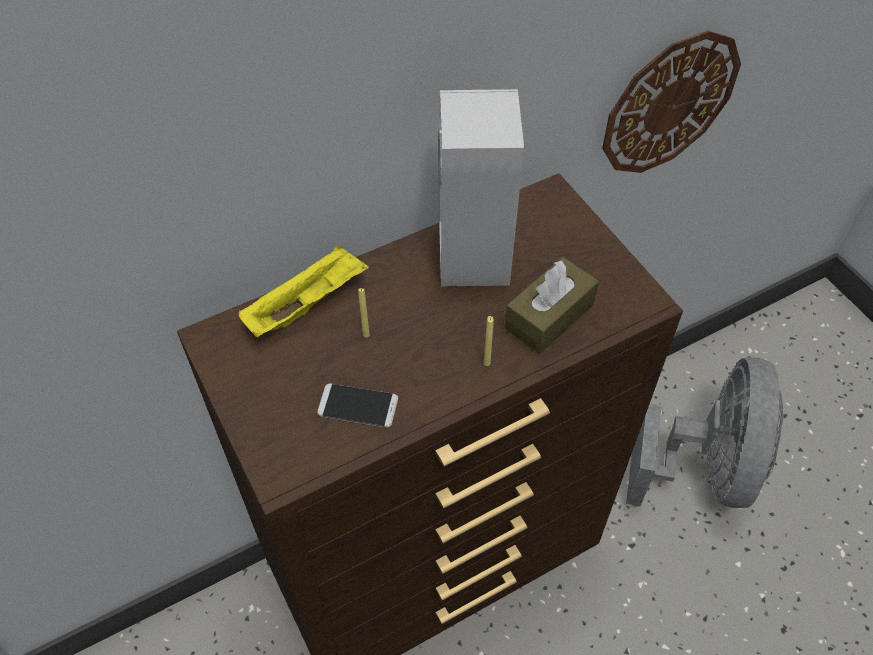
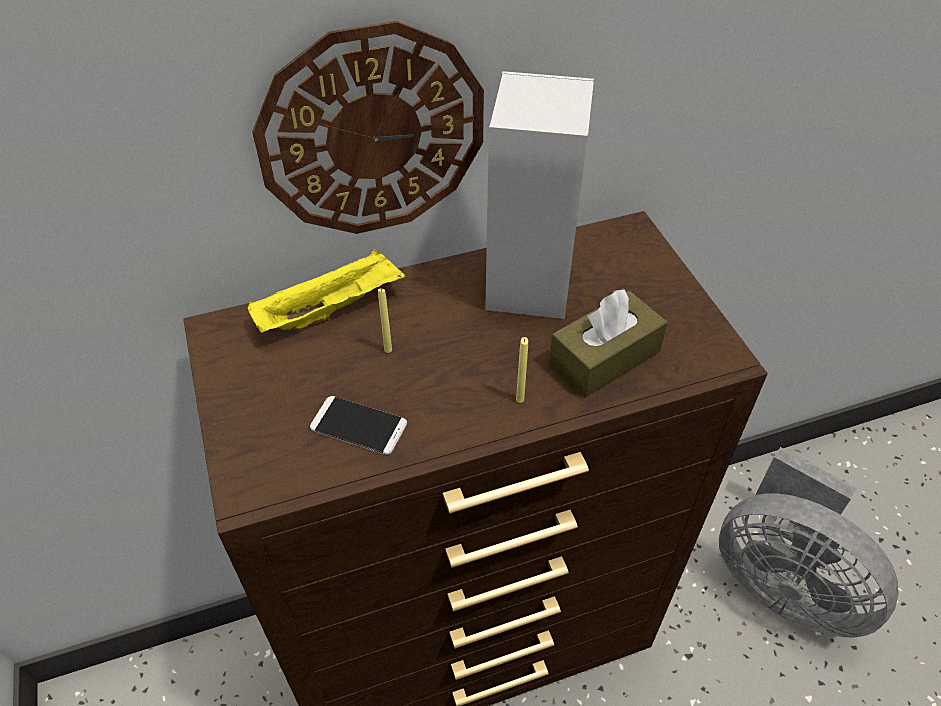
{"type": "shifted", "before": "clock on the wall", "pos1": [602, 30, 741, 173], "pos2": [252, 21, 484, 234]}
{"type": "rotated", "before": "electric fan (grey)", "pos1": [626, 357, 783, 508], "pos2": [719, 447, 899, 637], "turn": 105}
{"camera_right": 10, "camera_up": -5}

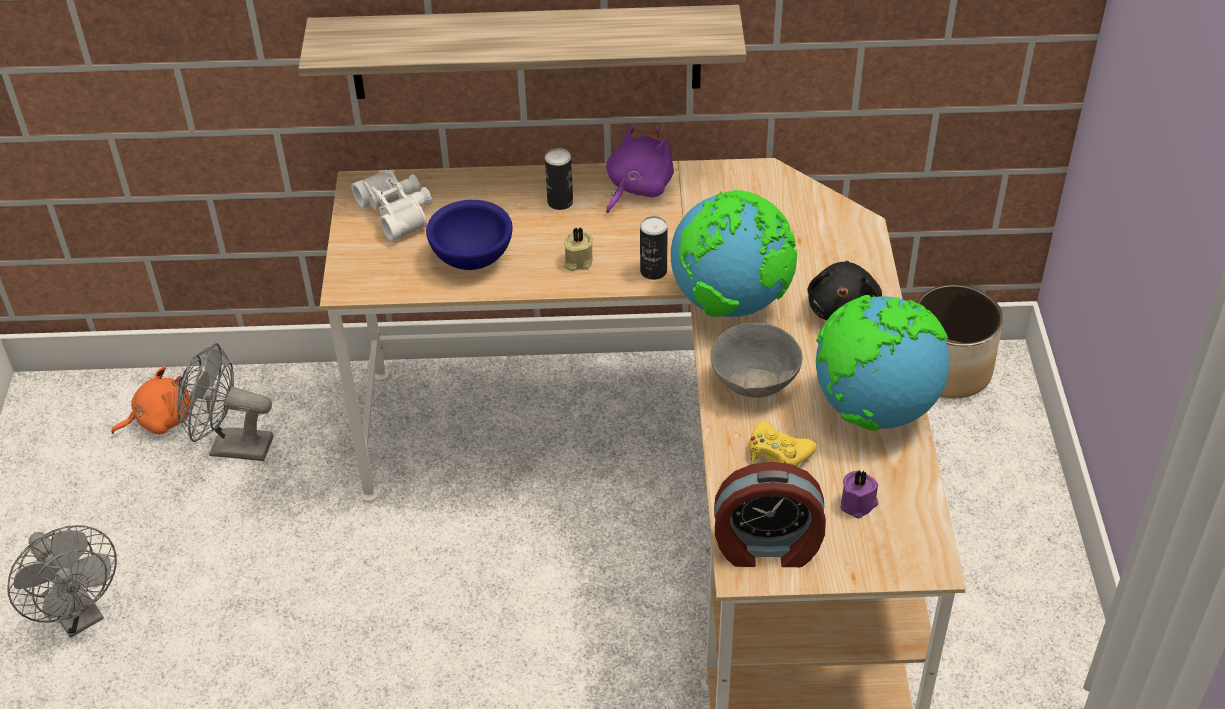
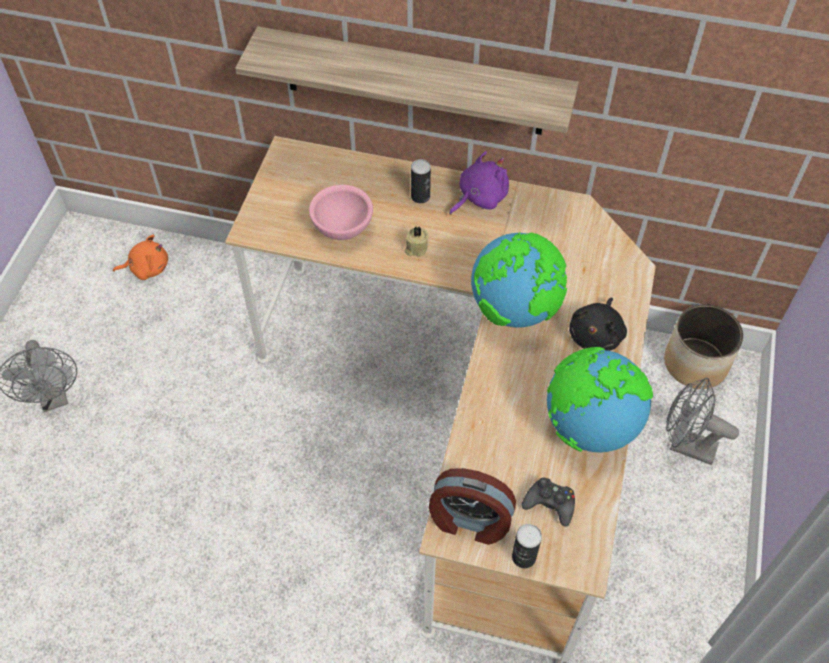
{"type": "shifted", "before": "electric fan (grey)", "pos1": [177, 343, 273, 461], "pos2": [666, 378, 739, 465]}
{"type": "gone", "before": "binoculars (whitish)", "pos1": [352, 170, 432, 242]}
{"type": "repainted", "before": "serving bowl (blue)", "after": "serving bowl (pink)", "pos1": [426, 200, 513, 270], "pos2": [309, 185, 373, 240]}
{"type": "shifted", "before": "metal can", "pos1": [640, 216, 668, 280], "pos2": [512, 524, 542, 568]}
{"type": "gone", "before": "serving bowl (grey)", "pos1": [710, 323, 802, 398]}
{"type": "gone", "before": "gamepad (yellowish)", "pos1": [749, 421, 817, 467]}
{"type": "swapped", "before": "wax light (purplish)", "after": "gamepad (black-coloured)", "pos1": [841, 471, 878, 518], "pos2": [522, 478, 575, 527]}
{"camera_right": 15, "camera_up": 10}

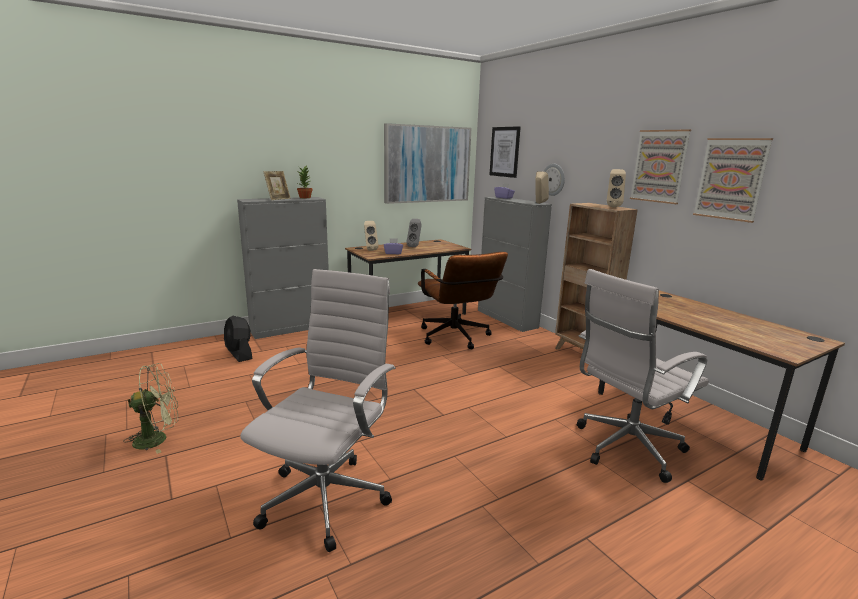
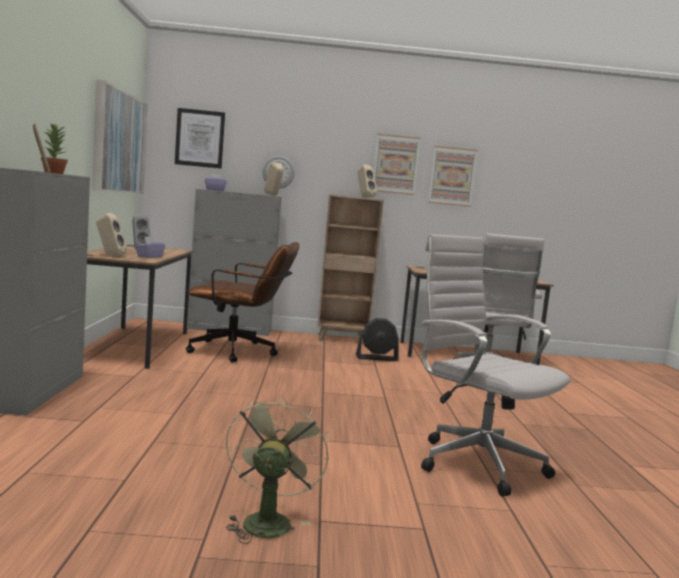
{"type": "shifted", "before": "electric fan (black-coloured)", "pos1": [224, 315, 253, 362], "pos2": [356, 318, 399, 361]}
{"camera_right": -60, "camera_up": -10}

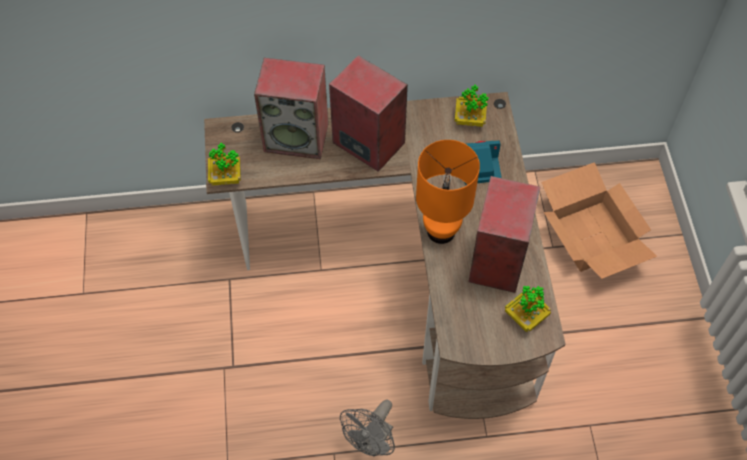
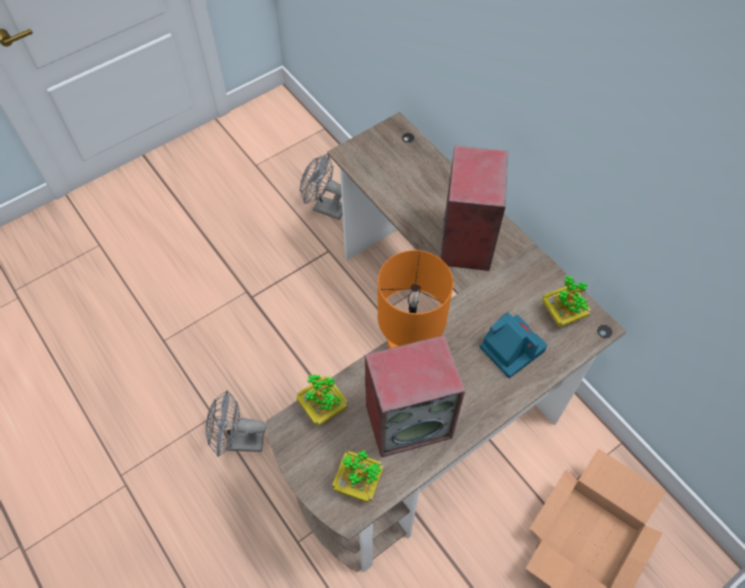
{"type": "shifted", "before": "plant in a pot", "pos1": [208, 143, 241, 186], "pos2": [296, 374, 348, 426]}
{"type": "gone", "before": "audio speaker", "pos1": [254, 58, 328, 159]}
{"type": "new", "after": "electric fan (grey)", "pos2": [300, 154, 343, 220]}
{"camera_right": 60, "camera_up": 0}

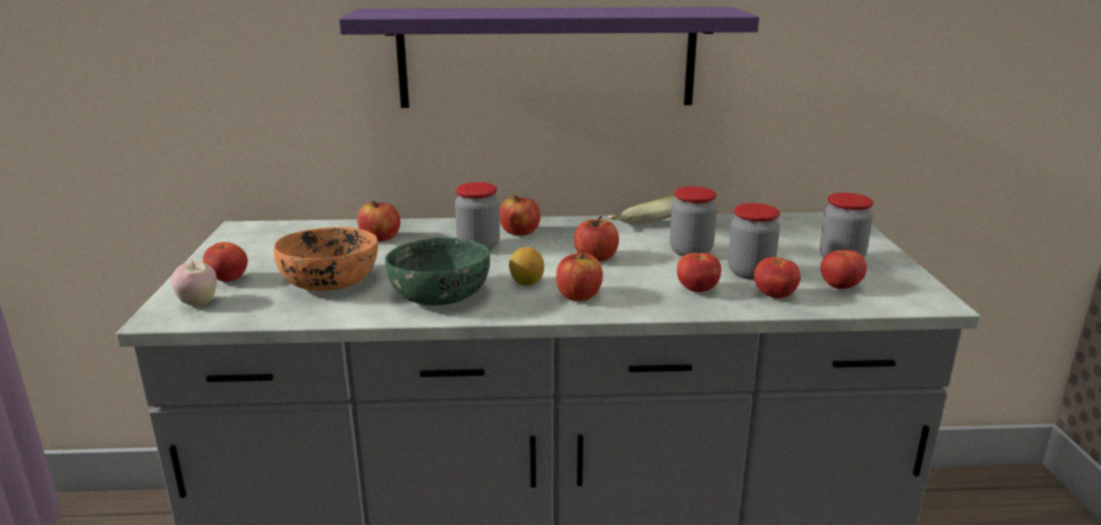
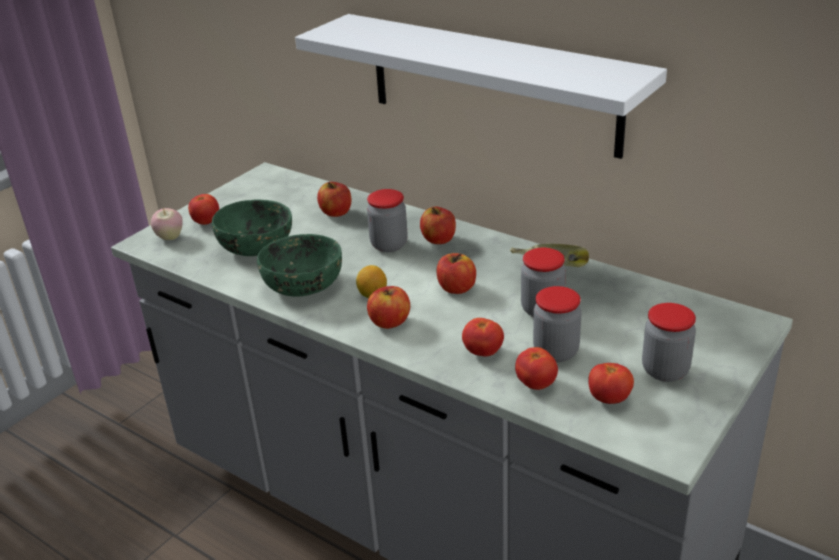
{"type": "repainted", "before": "serving bowl (orangey)", "after": "serving bowl (greenish)", "pos1": [274, 227, 378, 291], "pos2": [212, 199, 292, 256]}
{"type": "repainted", "before": "bracket shelf (purplish)", "after": "bracket shelf (whitish)", "pos1": [339, 7, 759, 108], "pos2": [295, 14, 667, 159]}
{"camera_right": 40, "camera_up": 10}

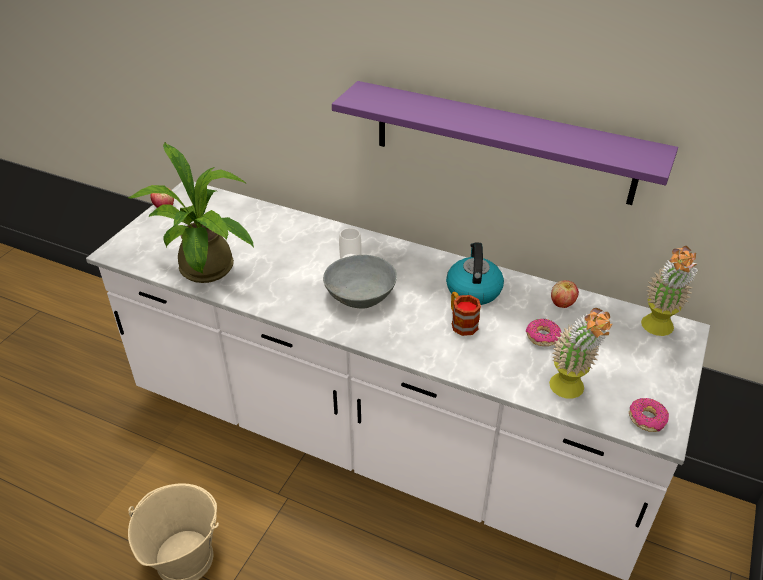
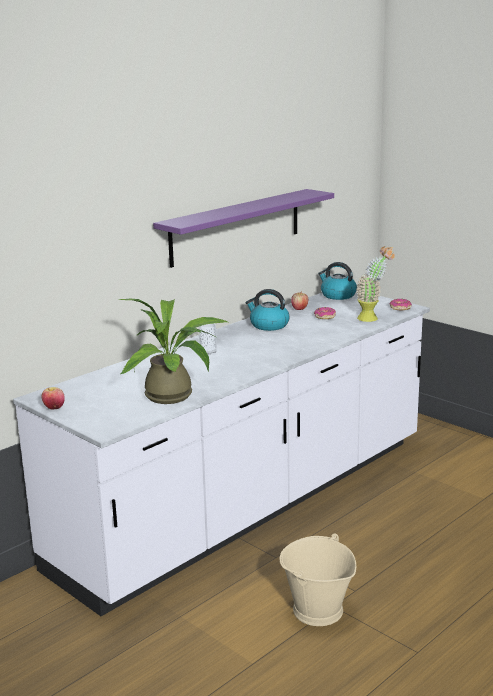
{"type": "gone", "before": "serving bowl (grey)", "pos1": [323, 255, 397, 309]}
{"type": "gone", "before": "tea mug", "pos1": [451, 292, 481, 336]}
{"type": "swapped", "before": "plant in a pot", "after": "kettle", "pos1": [641, 246, 699, 336], "pos2": [318, 262, 357, 300]}
{"camera_right": -70, "camera_up": -20}

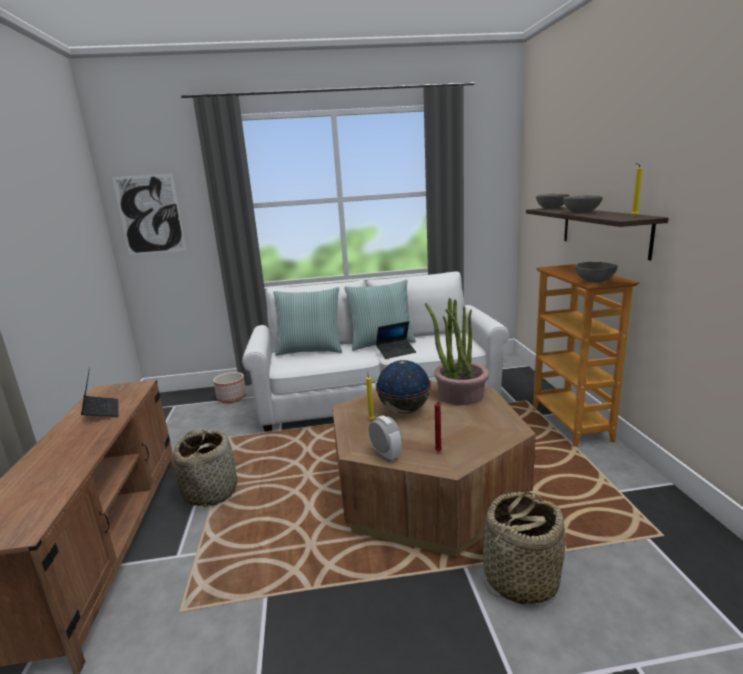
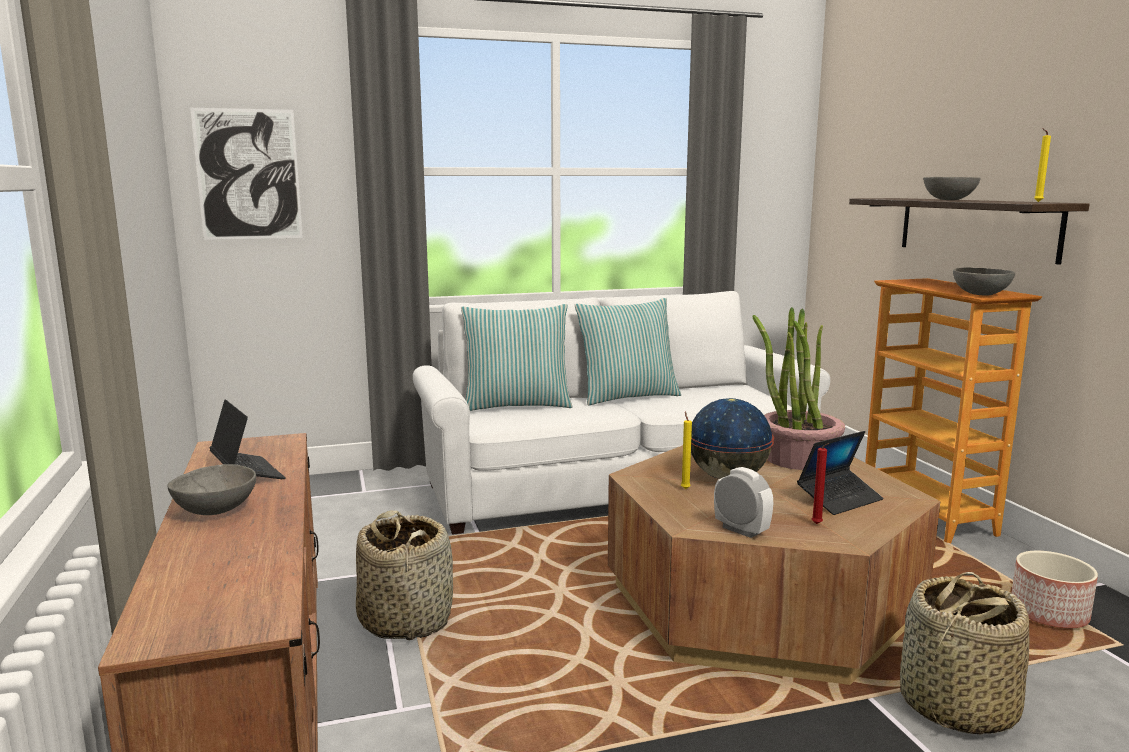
{"type": "shifted", "before": "plant pot", "pos1": [213, 372, 246, 403], "pos2": [1012, 551, 1098, 628]}
{"type": "shifted", "before": "portable computer", "pos1": [376, 321, 416, 359], "pos2": [797, 431, 884, 515]}
{"type": "shifted", "before": "serving bowl (grey)", "pos1": [536, 194, 570, 209], "pos2": [167, 464, 256, 515]}
{"camera_right": -10, "camera_up": -5}

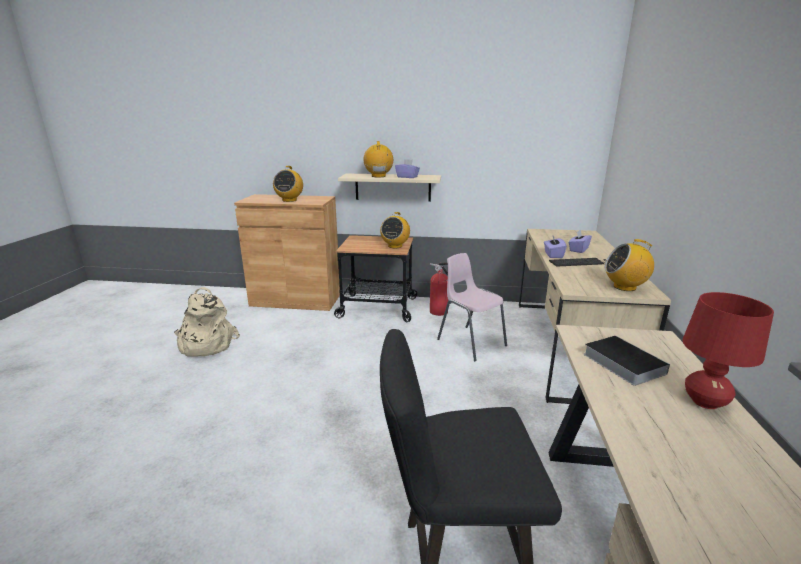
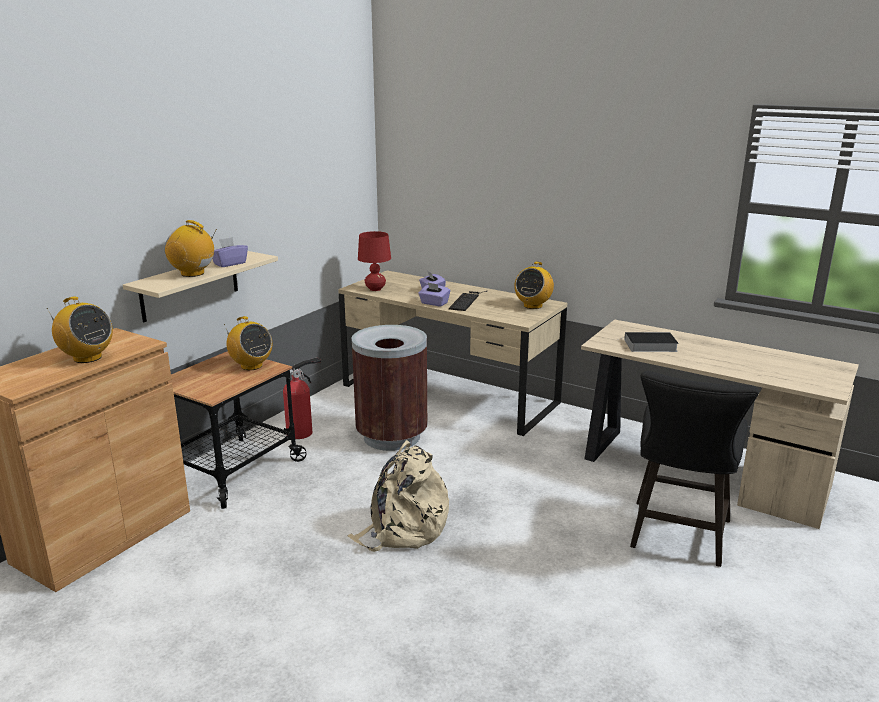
{"type": "shifted", "before": "knapsack (beige)", "pos1": [174, 287, 240, 357], "pos2": [348, 440, 449, 552]}
{"type": "swapped", "before": "upright chair (pink)", "after": "rubbish bin (brown)", "pos1": [437, 253, 507, 361], "pos2": [352, 325, 428, 451]}
{"type": "shifted", "before": "tabletop lamp (reddish)", "pos1": [682, 292, 774, 409], "pos2": [358, 231, 391, 291]}
{"camera_right": -65, "camera_up": 0}

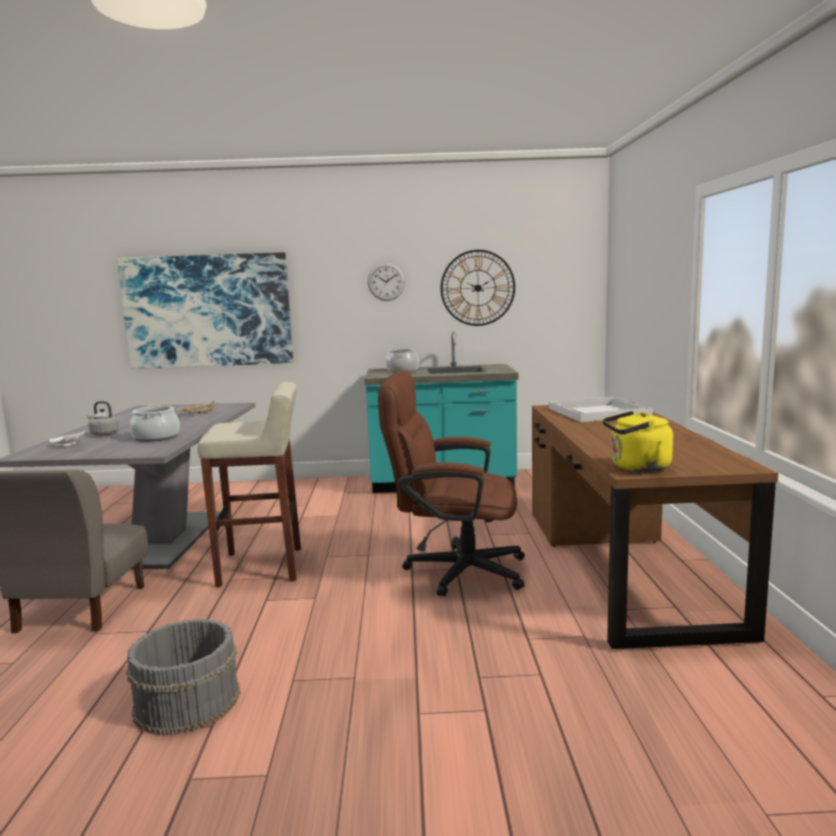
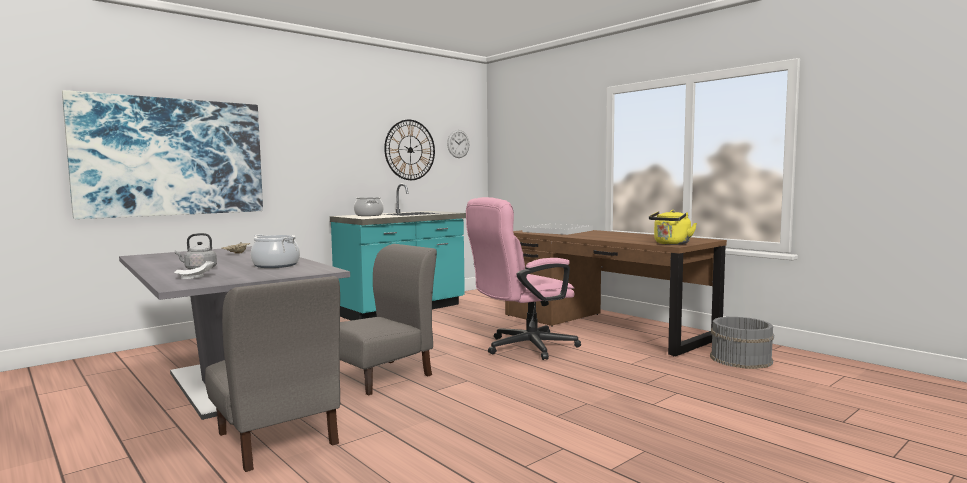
{"type": "shifted", "before": "bucket (grey)", "pos1": [127, 618, 240, 735], "pos2": [710, 317, 774, 369]}
{"type": "swapped", "before": "stool seat (beige)", "after": "upright chair (grey)", "pos1": [197, 382, 301, 587], "pos2": [340, 244, 437, 395]}
{"type": "shifted", "before": "clock on the wall", "pos1": [368, 263, 405, 301], "pos2": [447, 130, 470, 158]}
{"type": "repainted", "before": "computer chair (brown)", "after": "computer chair (pink)", "pos1": [378, 371, 525, 597], "pos2": [466, 197, 581, 360]}
{"camera_right": -40, "camera_up": -5}

